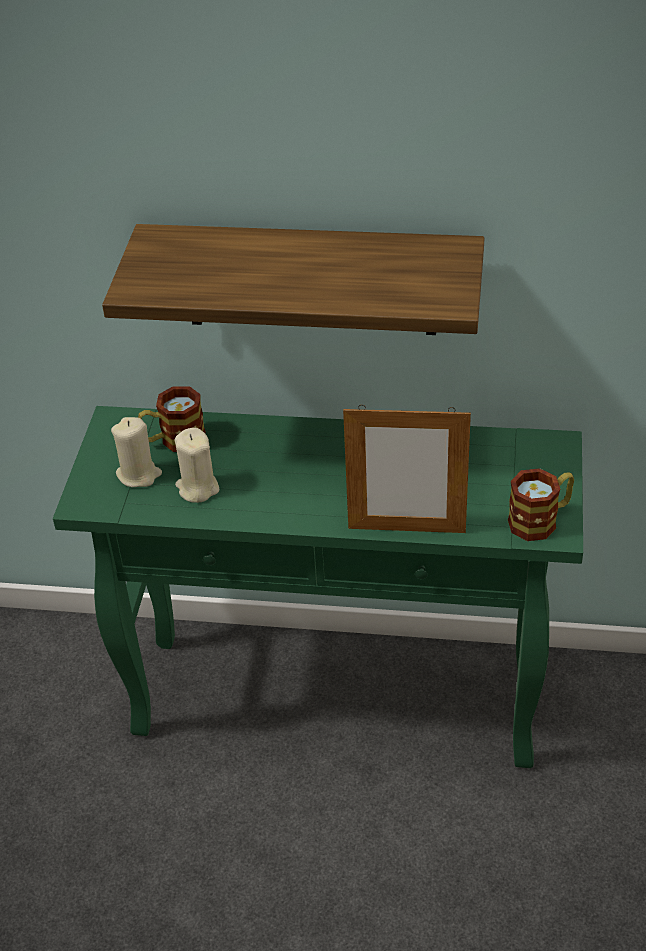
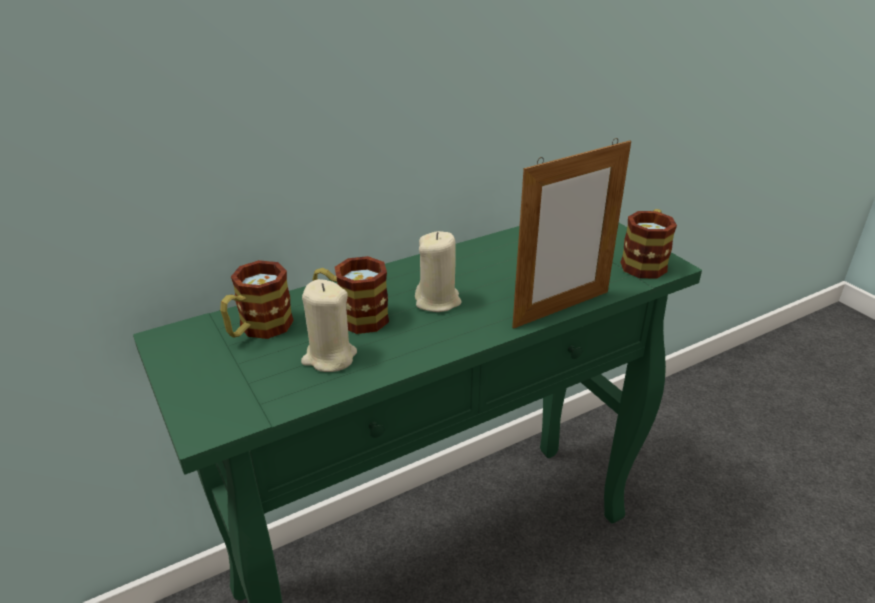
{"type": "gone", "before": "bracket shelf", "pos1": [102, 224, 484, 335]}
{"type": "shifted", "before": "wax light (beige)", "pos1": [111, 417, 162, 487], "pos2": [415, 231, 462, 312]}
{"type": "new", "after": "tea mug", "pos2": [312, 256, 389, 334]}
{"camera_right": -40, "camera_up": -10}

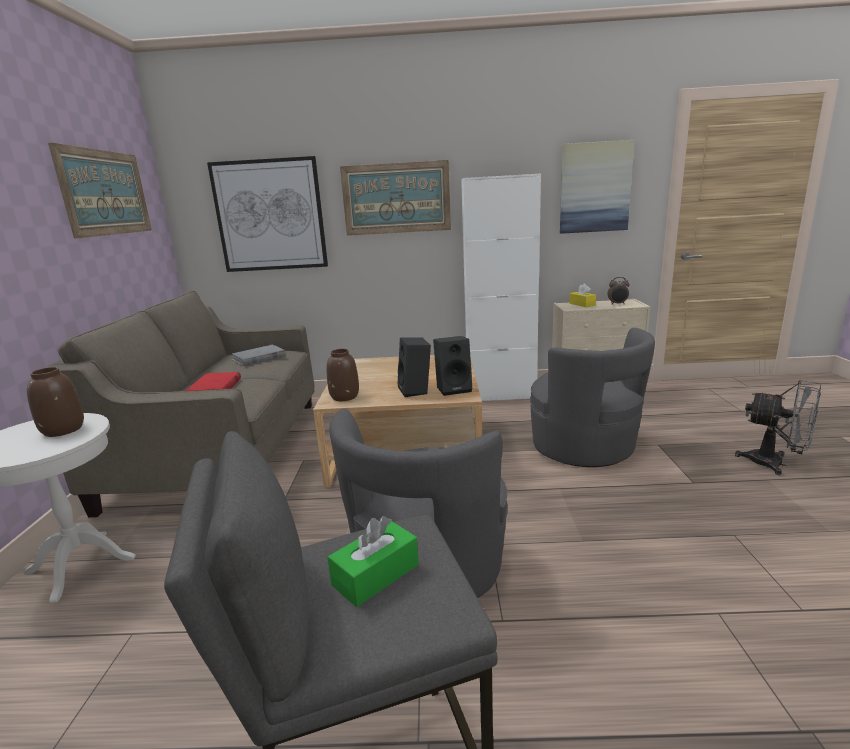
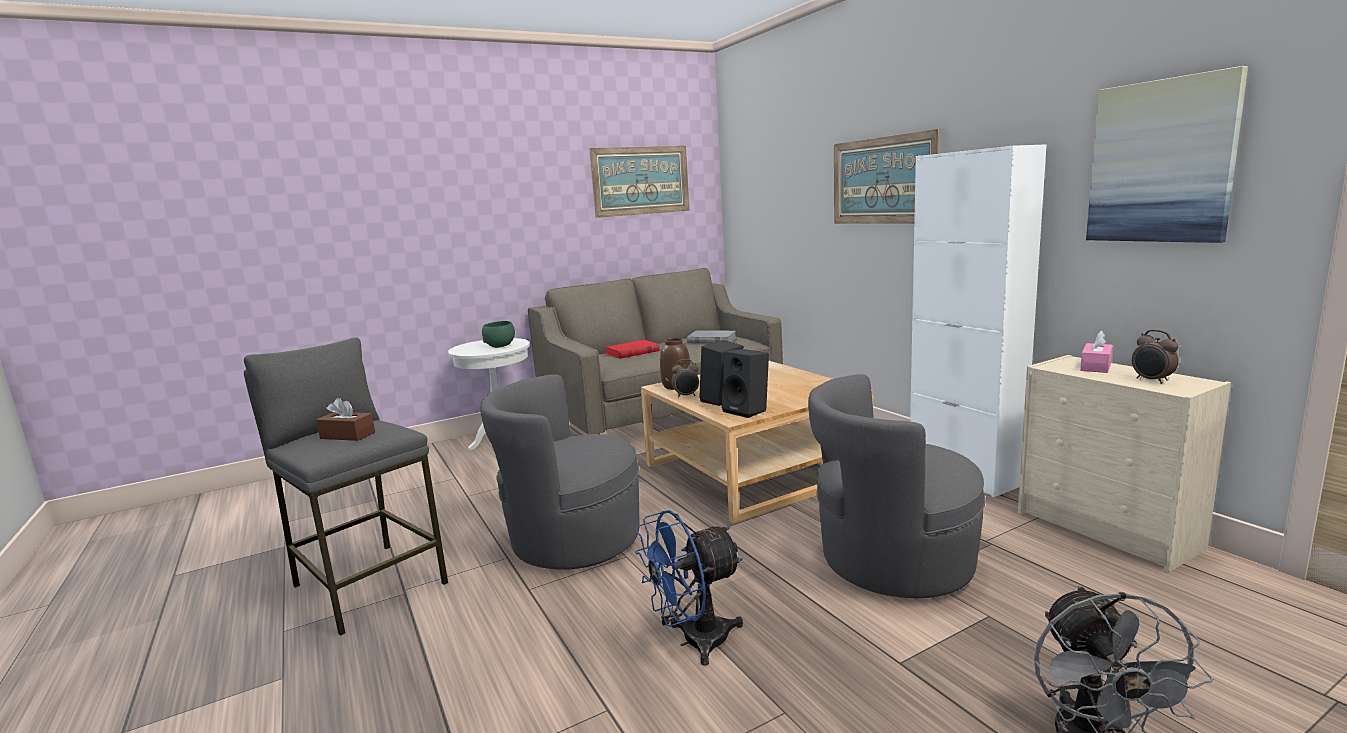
{"type": "swapped", "before": "vase (brown)", "after": "serving bowl (greenish)", "pos1": [27, 367, 84, 437], "pos2": [482, 321, 515, 348]}
{"type": "gone", "before": "wall picture", "pos1": [207, 156, 328, 272]}
{"type": "repainted", "before": "tissue box (greenish)", "after": "tissue box (brown)", "pos1": [327, 516, 419, 607], "pos2": [316, 398, 375, 441]}
{"type": "rotated", "before": "lounge chair (grey)", "pos1": [530, 328, 655, 467], "pos2": [808, 374, 986, 598], "turn": 60}
{"type": "repainted", "before": "tissue box (yellowish)", "after": "tissue box (pink)", "pos1": [569, 284, 596, 307], "pos2": [1080, 330, 1113, 373]}
{"type": "new", "after": "electric fan (blue)", "pos2": [635, 510, 743, 666]}
{"type": "new", "after": "bedside clock", "pos2": [671, 359, 699, 398]}
{"camera_right": 60, "camera_up": -5}

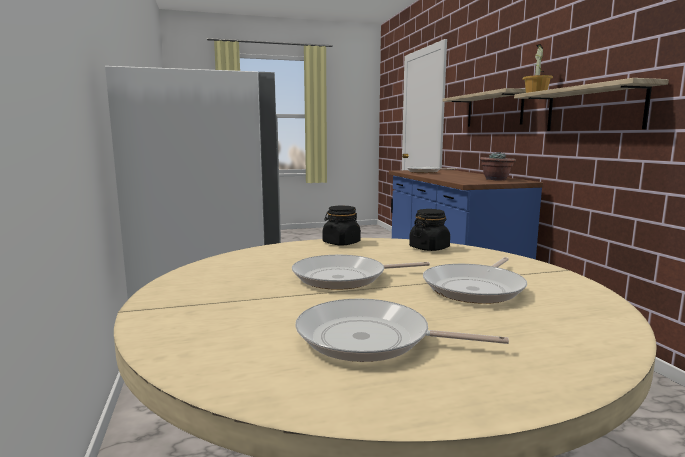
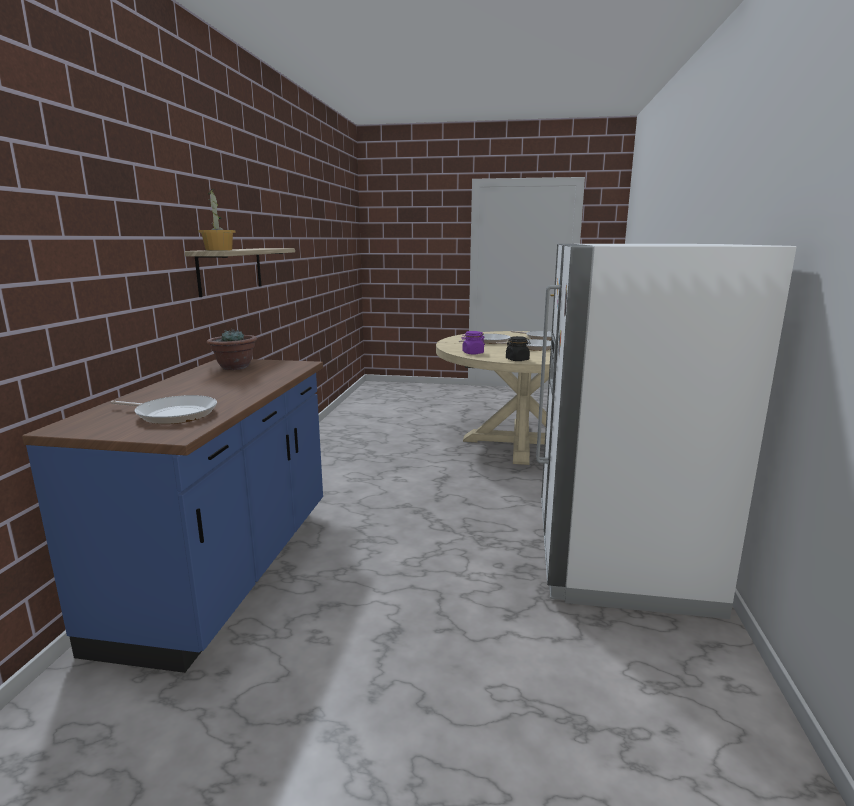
{"type": "repainted", "before": "jar (black-coloured)", "after": "jar (purplish)", "pos1": [409, 209, 450, 251], "pos2": [461, 331, 485, 354]}
{"type": "gone", "before": "bracket shelf", "pos1": [442, 88, 526, 127]}
{"camera_right": -155, "camera_up": 5}

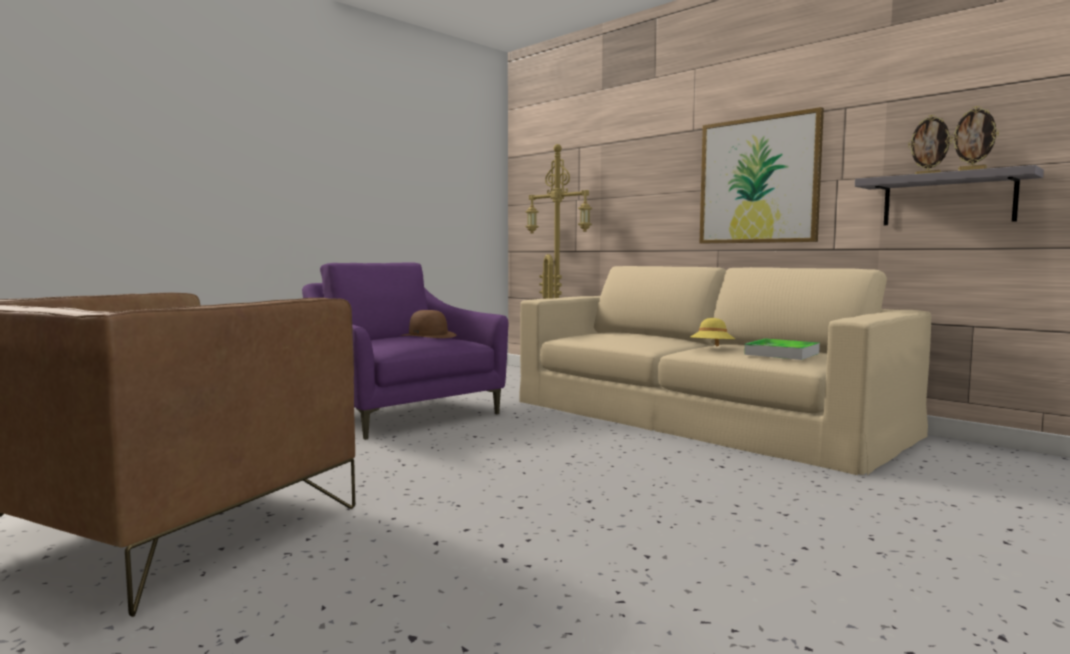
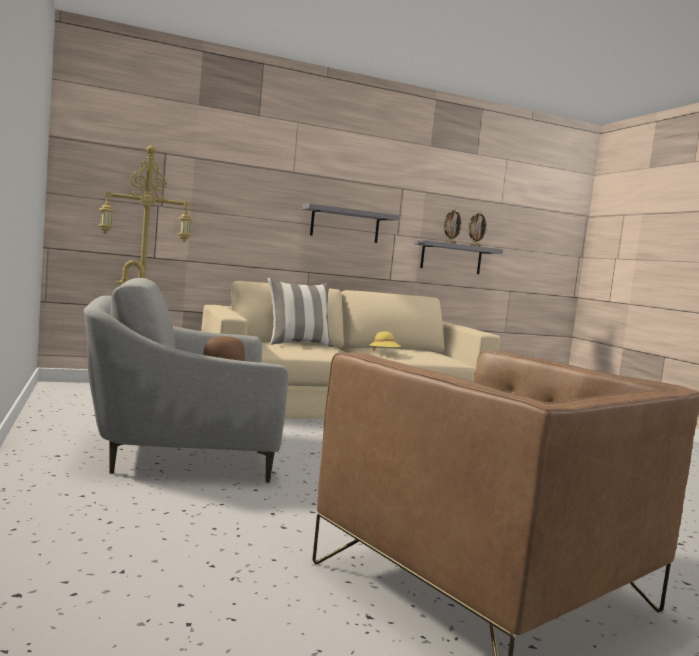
{"type": "repainted", "before": "lounge chair (purplish)", "after": "lounge chair (grey)", "pos1": [302, 263, 508, 440], "pos2": [84, 278, 289, 483]}
{"type": "swapped", "before": "wall picture", "after": "bracket shelf (grey)", "pos1": [700, 107, 824, 244], "pos2": [302, 203, 399, 243]}
{"type": "gone", "before": "tray", "pos1": [744, 338, 820, 360]}
{"type": "new", "after": "cushion", "pos2": [268, 278, 333, 347]}
{"camera_right": -65, "camera_up": 0}

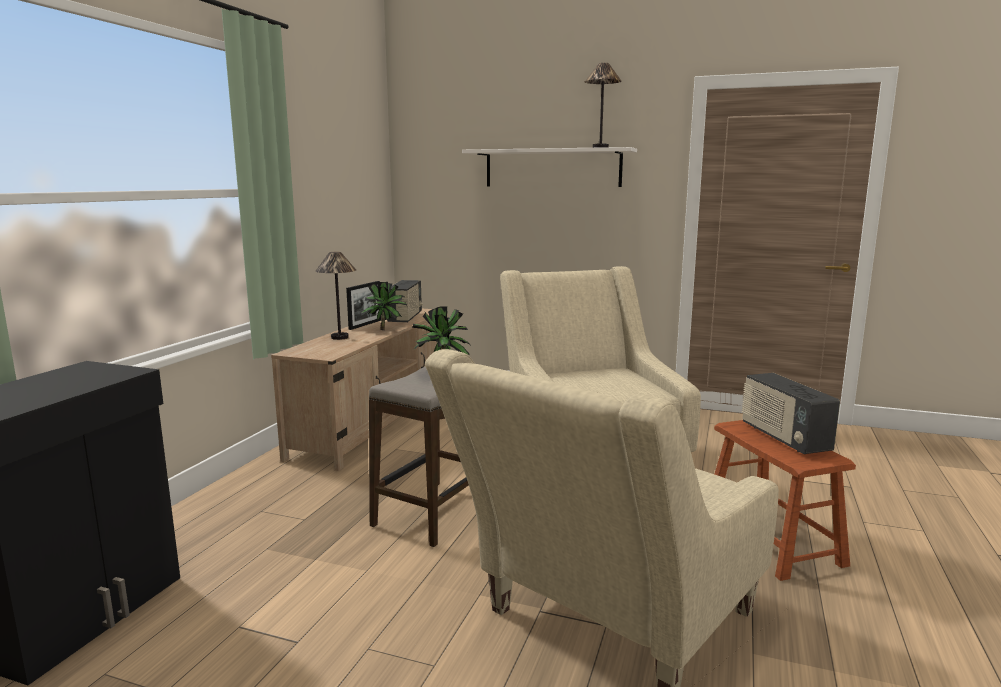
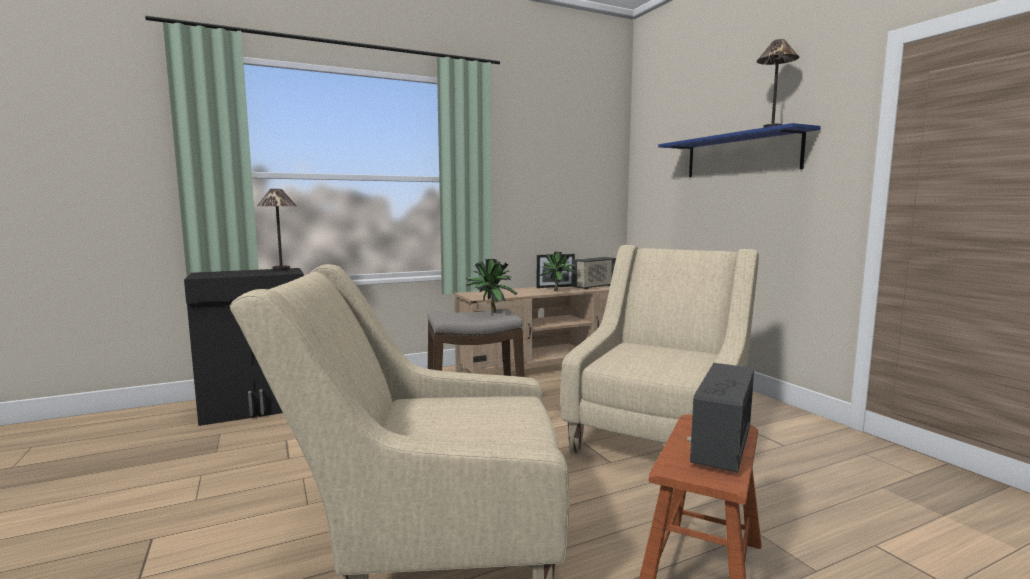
{"type": "shifted", "before": "tabletop lamp", "pos1": [315, 252, 356, 340], "pos2": [257, 189, 297, 271]}
{"type": "repainted", "before": "bracket shelf (whitish)", "after": "bracket shelf (blue)", "pos1": [462, 147, 637, 187], "pos2": [658, 123, 821, 177]}
{"camera_right": 45, "camera_up": -5}

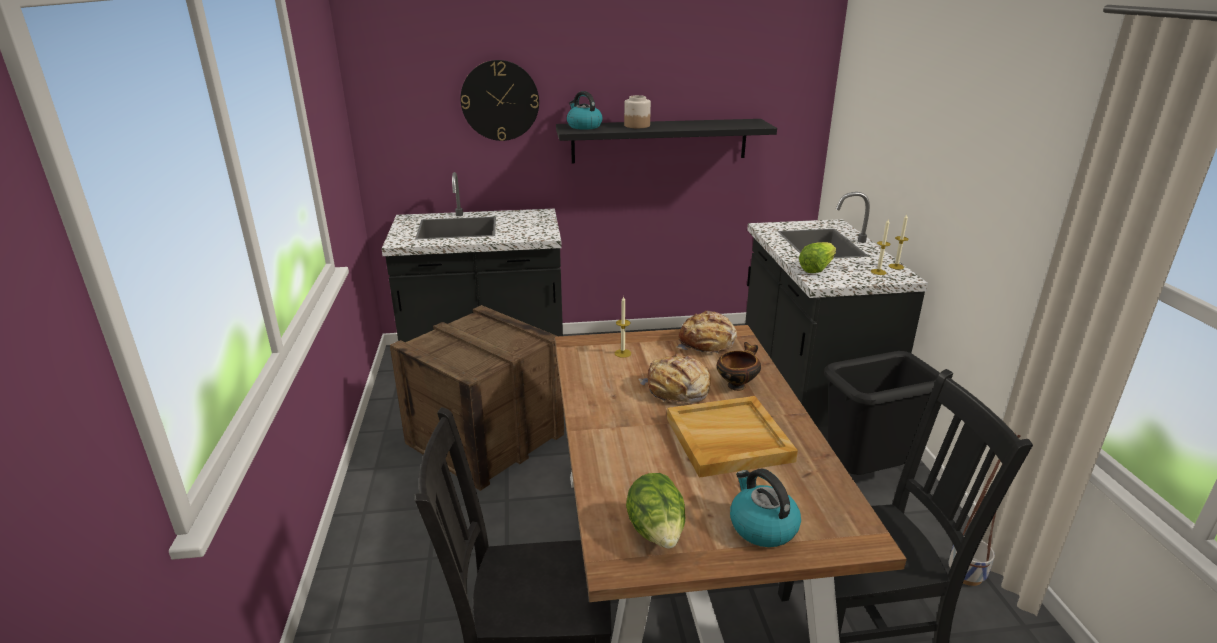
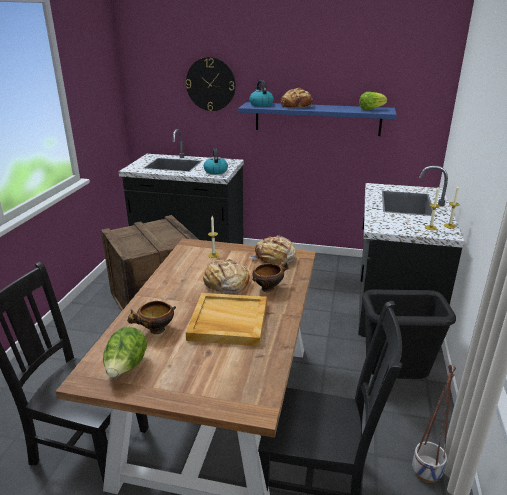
{"type": "repainted", "before": "bracket shelf (black-coloured)", "after": "bracket shelf (blue)", "pos1": [556, 119, 777, 163], "pos2": [238, 102, 397, 136]}
{"type": "swapped", "before": "jar", "after": "bakery bread", "pos1": [624, 95, 651, 128], "pos2": [281, 88, 313, 109]}
{"type": "shifted", "before": "kettle", "pos1": [730, 469, 801, 547], "pos2": [204, 148, 228, 174]}
{"type": "shifted", "before": "head of lettuce", "pos1": [799, 242, 836, 273], "pos2": [359, 92, 388, 110]}
{"type": "new", "after": "serving bowl", "pos2": [127, 301, 176, 334]}
{"camera_right": 20, "camera_up": 0}

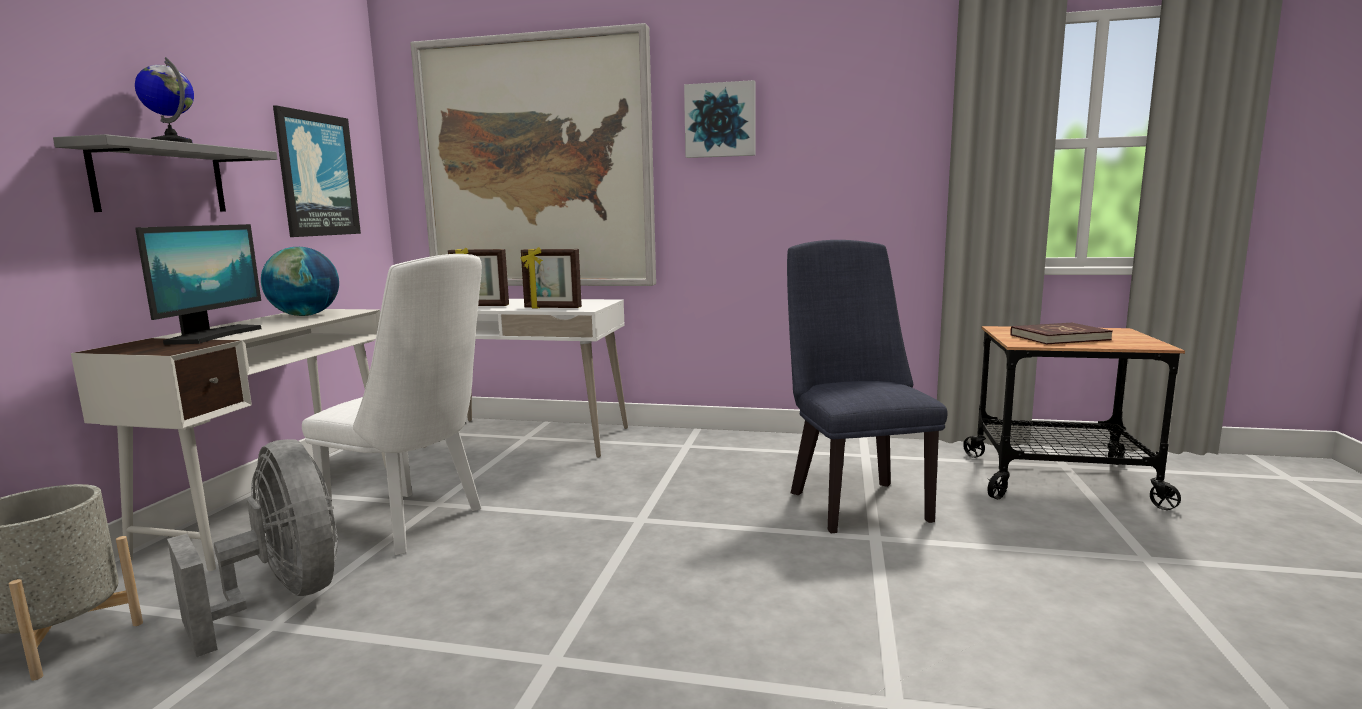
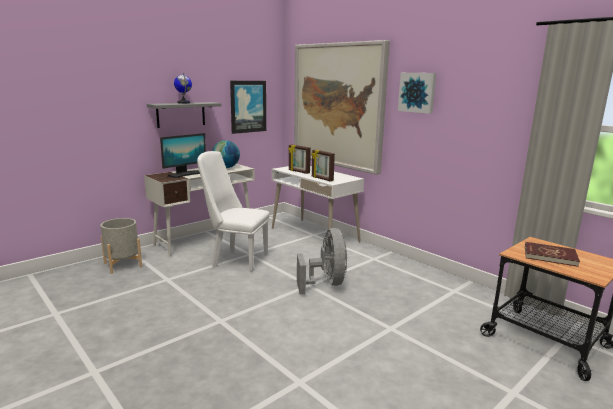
{"type": "shifted", "before": "electric fan (grey)", "pos1": [167, 439, 338, 657], "pos2": [297, 228, 347, 295]}
{"type": "rotated", "before": "upright chair (whitish)", "pos1": [302, 254, 482, 555], "pos2": [197, 151, 269, 272], "turn": 135}
{"type": "gone", "before": "upright chair (blue)", "pos1": [787, 240, 948, 533]}
{"camera_right": 35, "camera_up": 5}

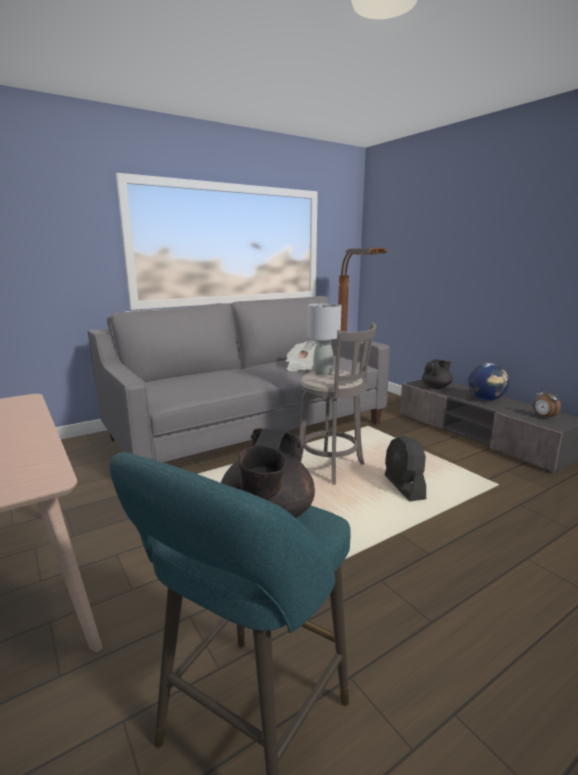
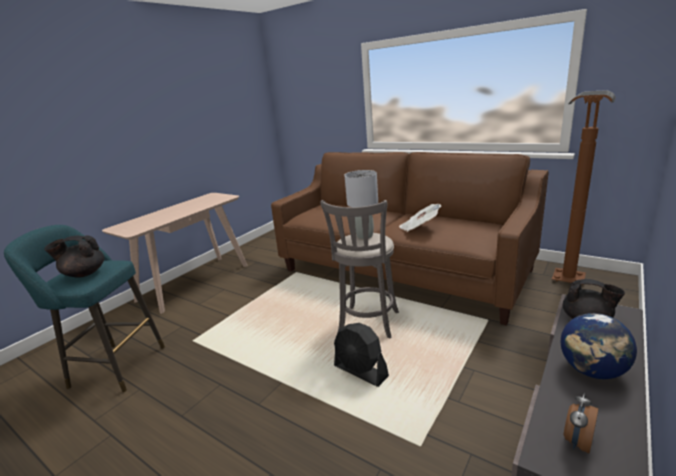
{"type": "repainted", "before": "settee (grey)", "after": "settee (brown)", "pos1": [88, 296, 390, 462], "pos2": [271, 152, 549, 325]}
{"type": "rotated", "before": "electric fan (black-coloured)", "pos1": [385, 435, 426, 502], "pos2": [334, 323, 389, 387], "turn": -105}
{"camera_right": 70, "camera_up": 5}

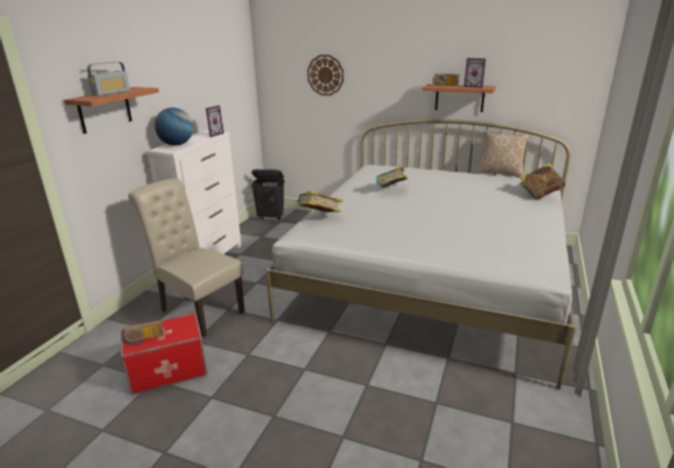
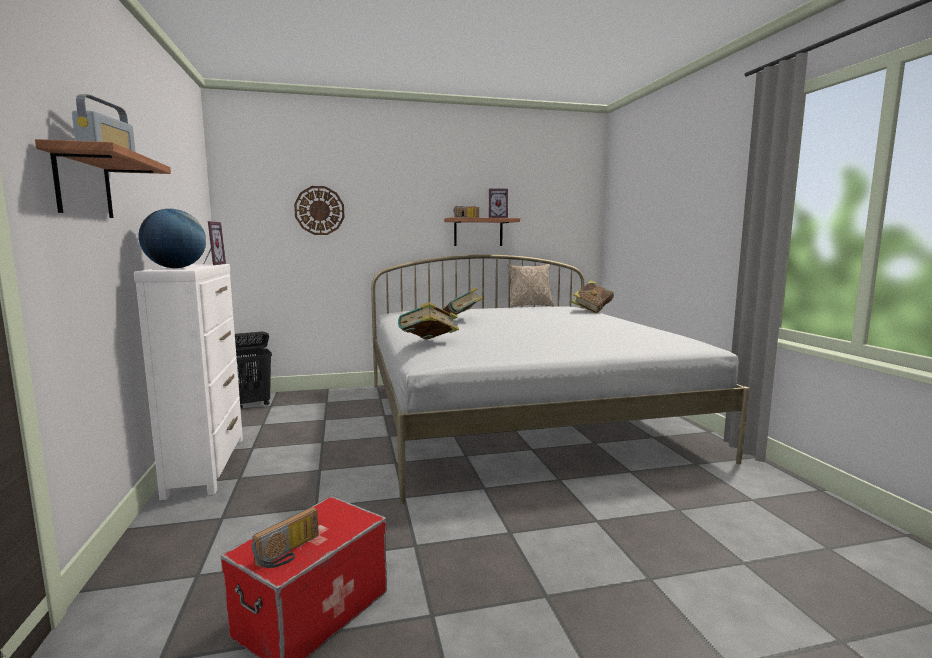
{"type": "gone", "before": "upright chair (beige)", "pos1": [128, 178, 245, 337]}
{"camera_right": -35, "camera_up": -15}

